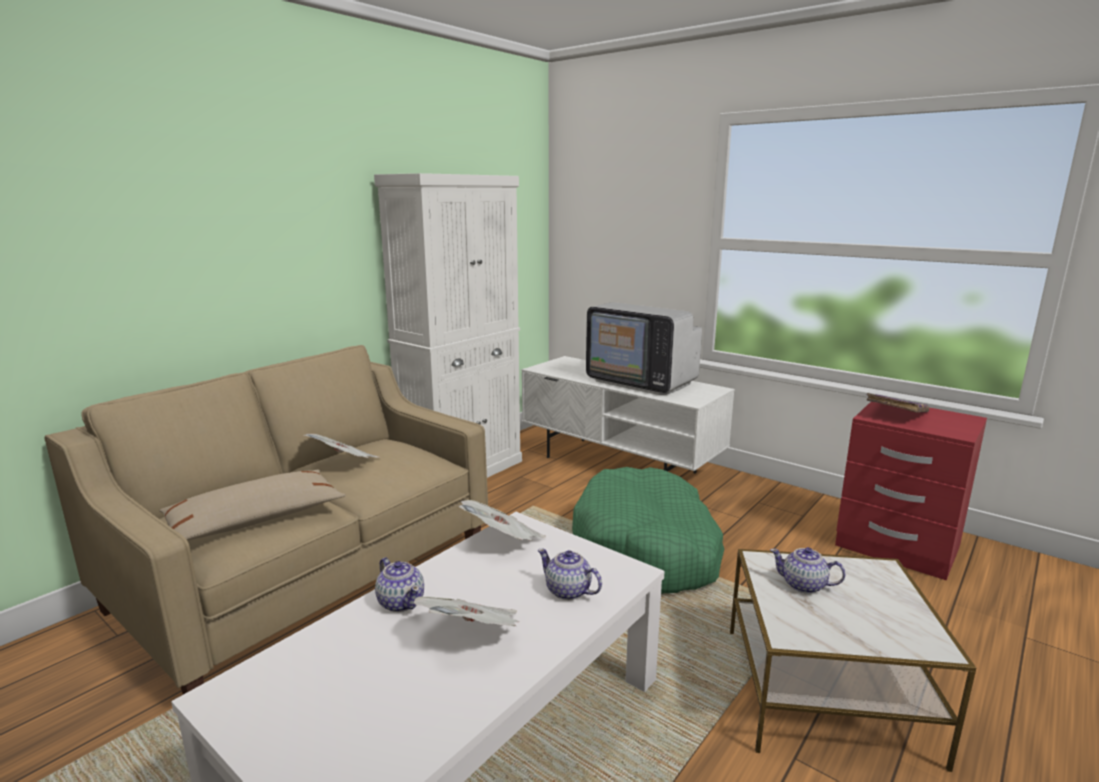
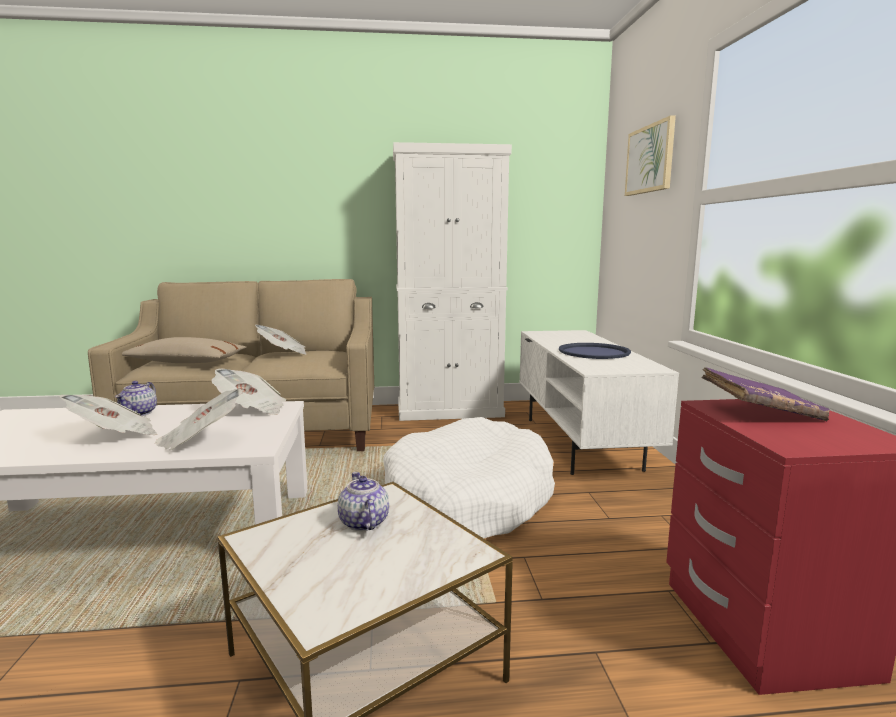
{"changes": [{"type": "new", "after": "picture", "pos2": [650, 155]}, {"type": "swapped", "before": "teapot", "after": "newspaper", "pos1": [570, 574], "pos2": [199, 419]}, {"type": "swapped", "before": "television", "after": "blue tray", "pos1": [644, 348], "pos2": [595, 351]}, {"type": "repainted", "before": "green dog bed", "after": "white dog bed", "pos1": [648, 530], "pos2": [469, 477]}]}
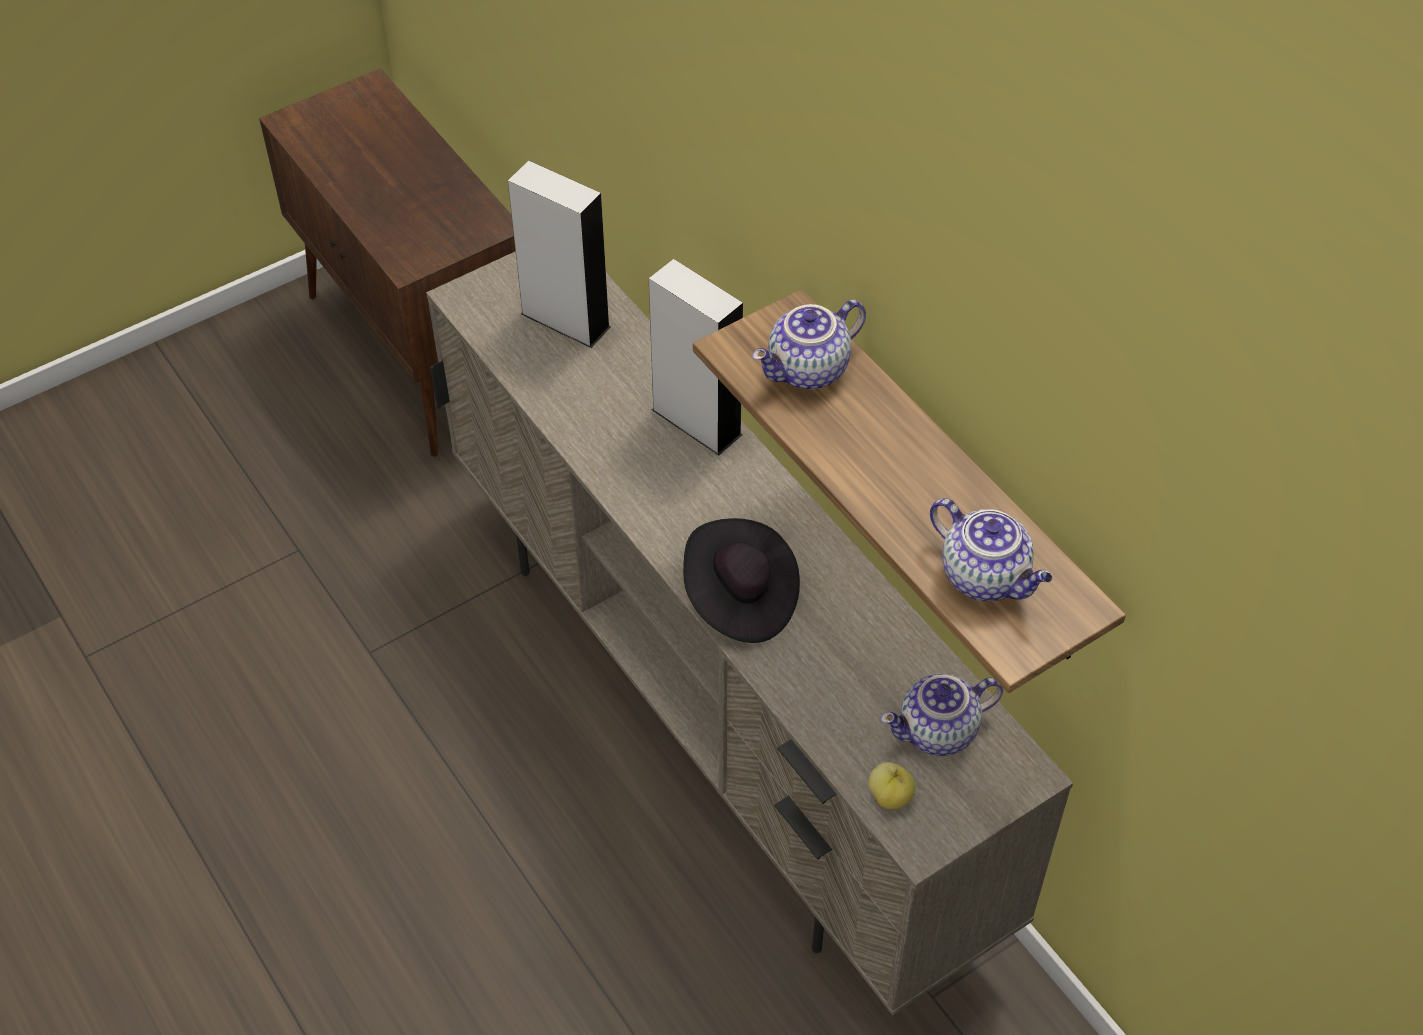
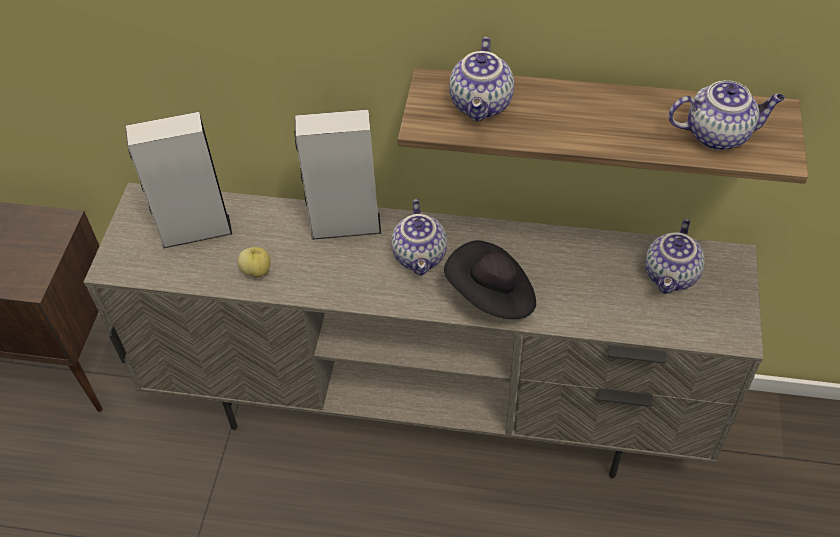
{"changes": [{"type": "new", "after": "teapot", "pos2": [419, 237]}, {"type": "shifted", "before": "apple", "pos1": [892, 786], "pos2": [254, 262]}]}
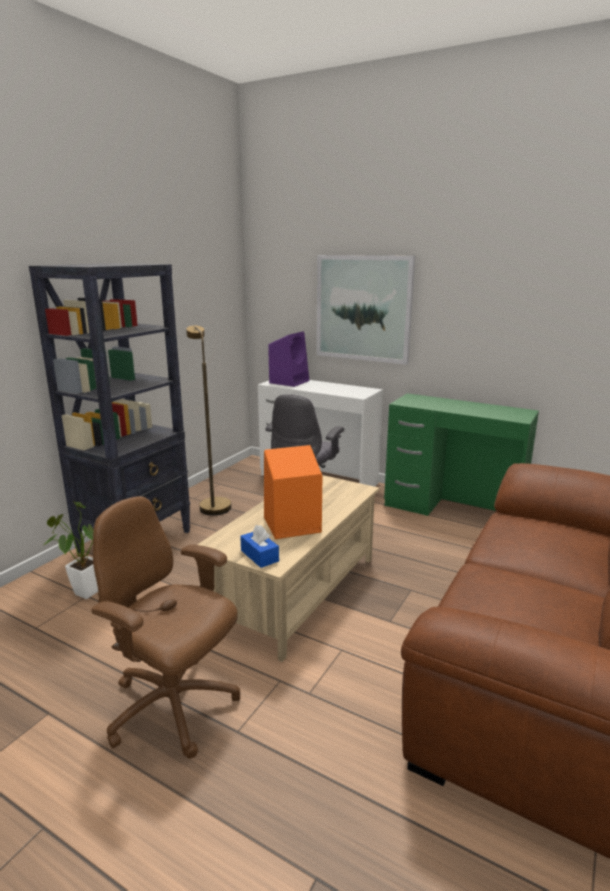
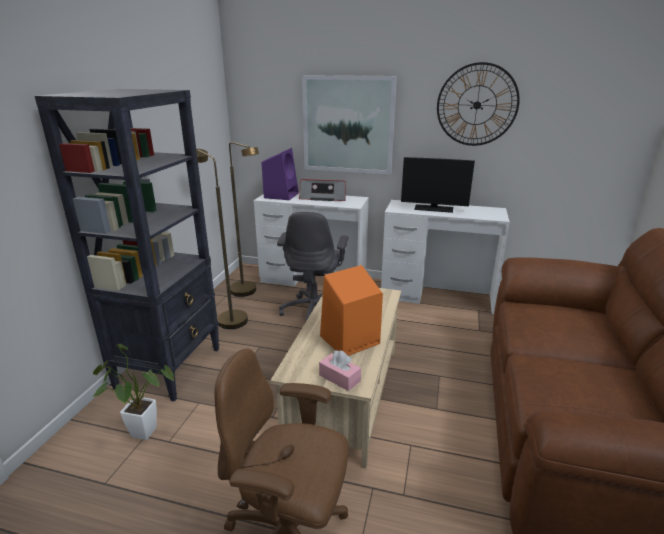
{"changes": [{"type": "new", "after": "brown floor lamp", "pos2": [244, 219]}, {"type": "new", "after": "radio", "pos2": [322, 190]}, {"type": "new", "after": "monitor", "pos2": [438, 185]}, {"type": "new", "after": "wall clock", "pos2": [478, 104]}, {"type": "repainted", "before": "blue tissue box", "after": "pink tissue box", "pos1": [259, 546], "pos2": [340, 370]}, {"type": "repainted", "before": "green desk", "after": "white desk", "pos1": [461, 454], "pos2": [445, 257]}]}
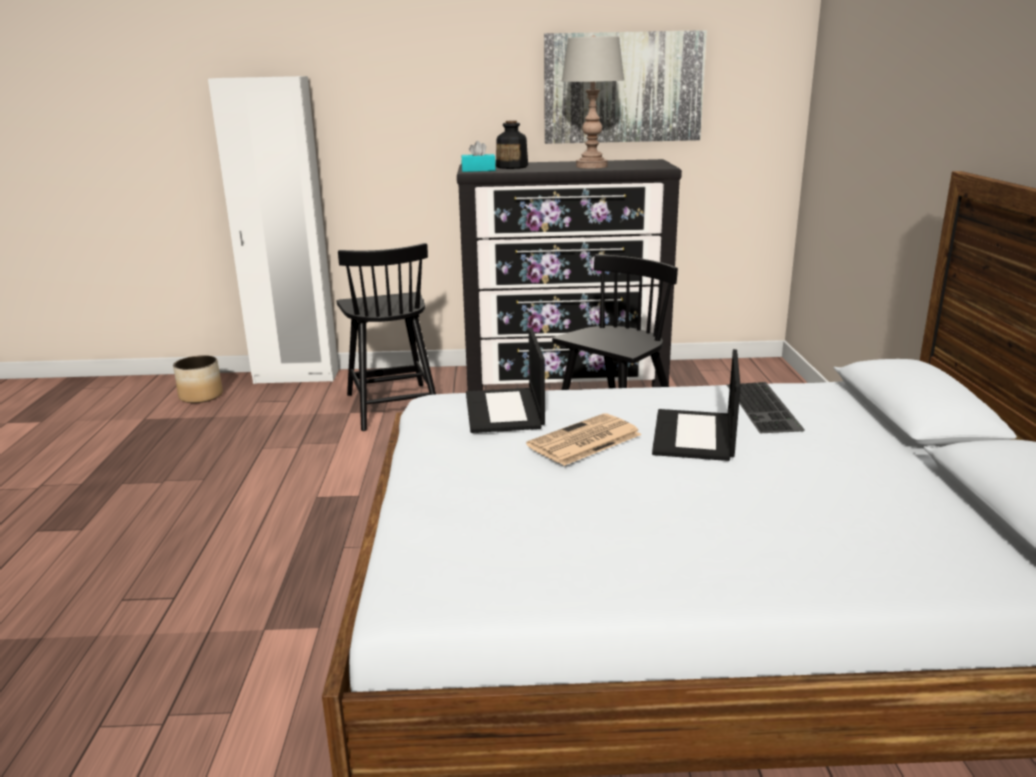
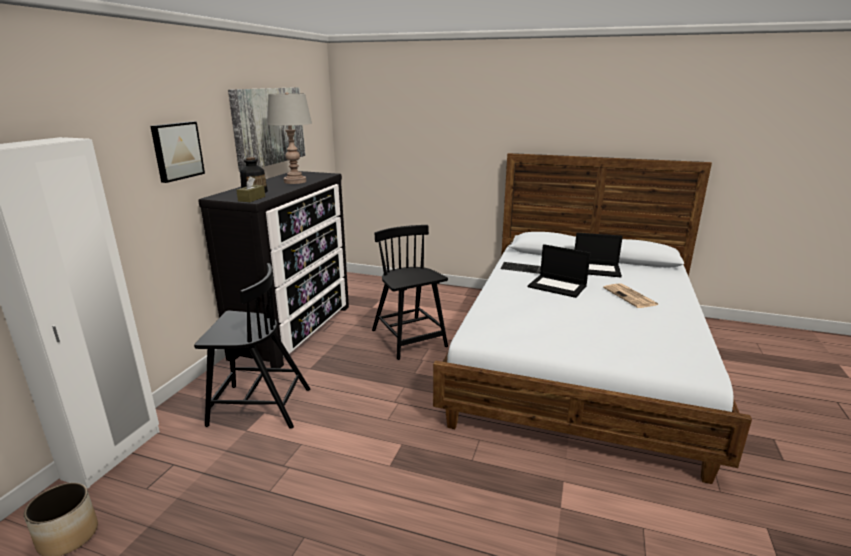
{"changes": [{"type": "new", "after": "picture", "pos2": [177, 152]}, {"type": "shifted", "before": "laptop", "pos1": [505, 380], "pos2": [599, 255]}, {"type": "shifted", "before": "newspaper", "pos1": [584, 439], "pos2": [631, 295]}, {"type": "repainted", "before": "turquoise tissue box", "after": "brown tissue box", "pos1": [478, 156], "pos2": [250, 189]}]}
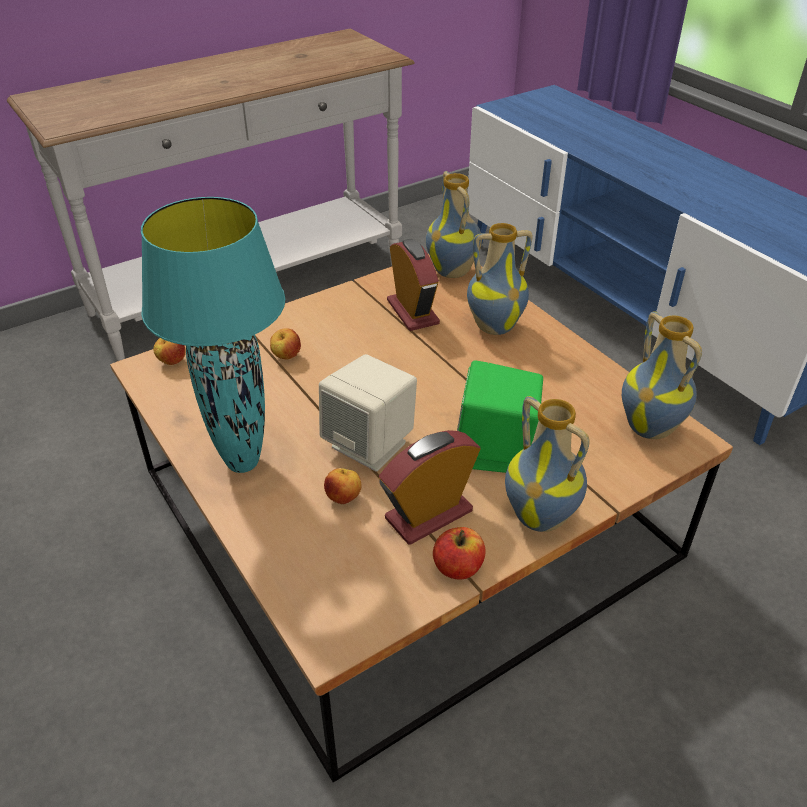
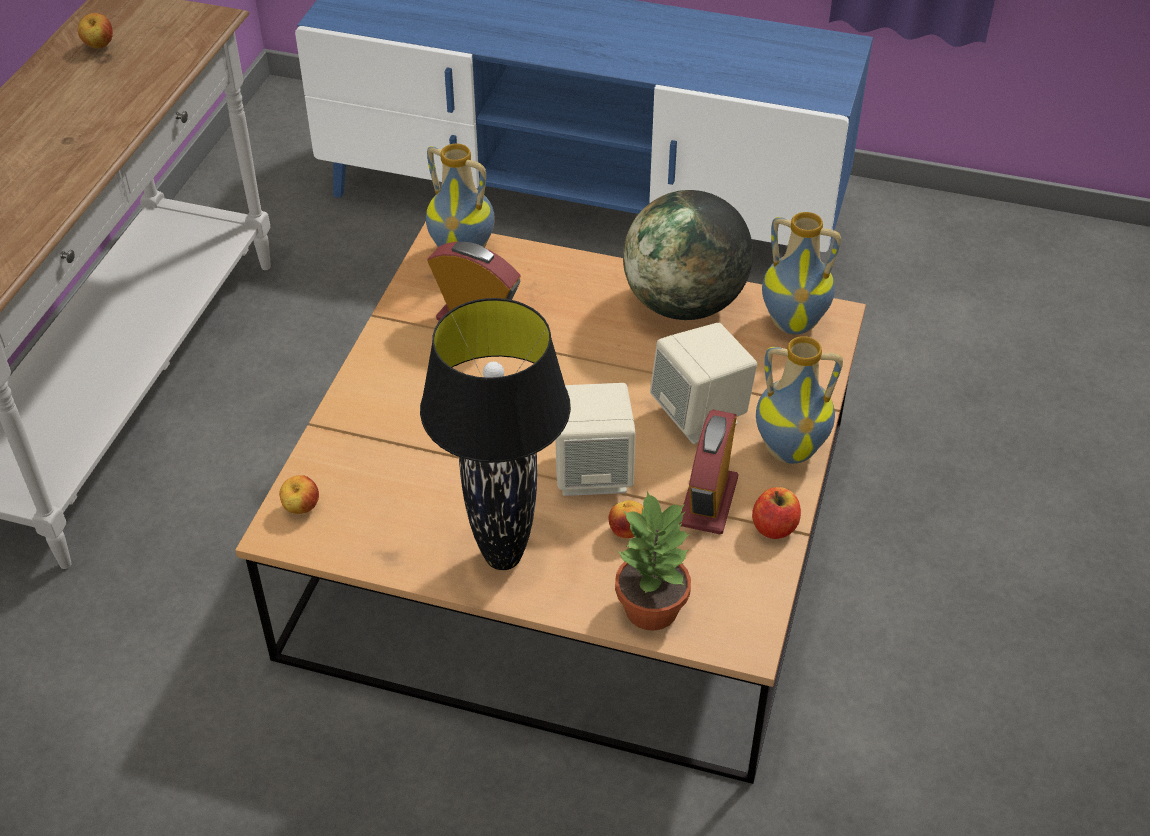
{"changes": [{"type": "gone", "before": "vase", "pos1": [500, 279]}, {"type": "new", "after": "potted plant", "pos2": [653, 561]}, {"type": "new", "after": "globe", "pos2": [688, 255]}, {"type": "shifted", "before": "apple", "pos1": [285, 343], "pos2": [95, 30]}, {"type": "repainted", "before": "turquoise table lamp", "after": "black table lamp", "pos1": [213, 335], "pos2": [495, 434]}, {"type": "repainted", "before": "green speaker", "after": "beige speaker", "pos1": [500, 416], "pos2": [703, 383]}]}
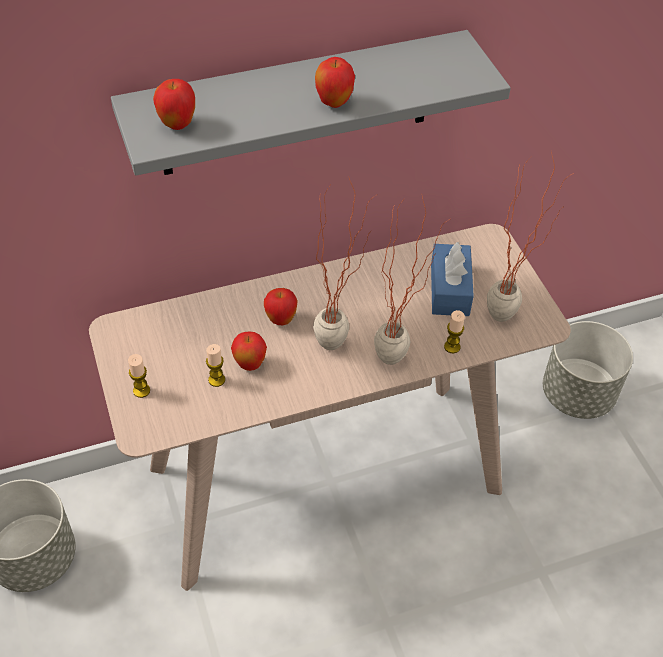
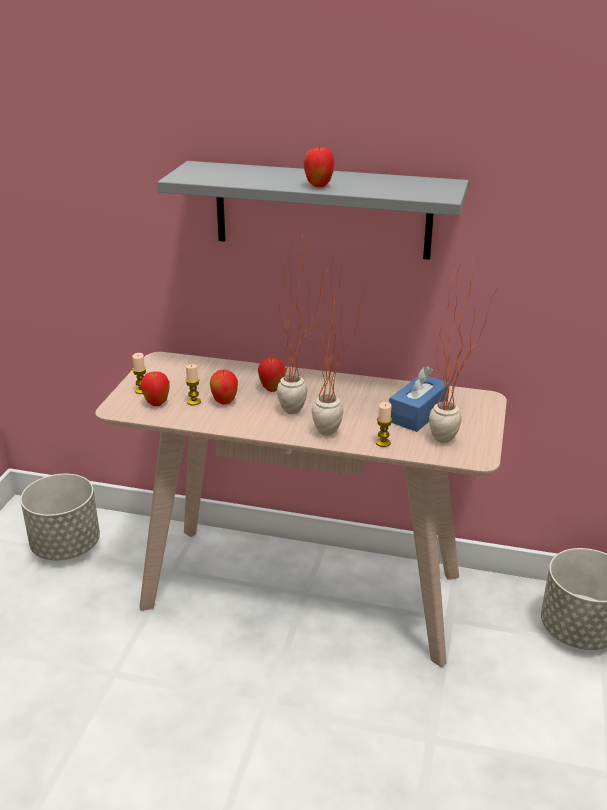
{"changes": [{"type": "shifted", "before": "apple", "pos1": [174, 104], "pos2": [155, 388]}]}
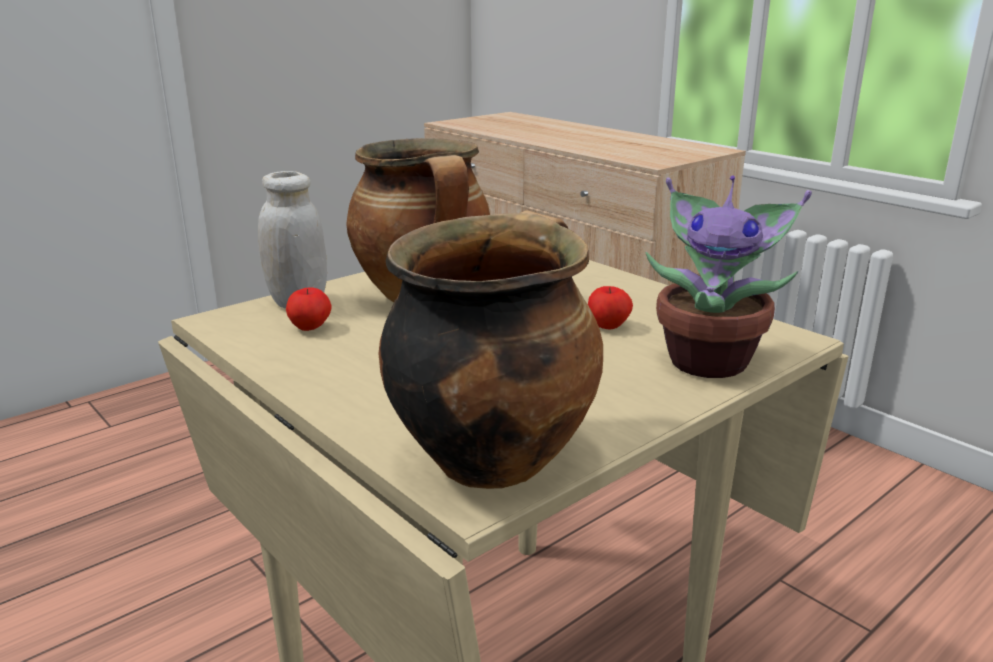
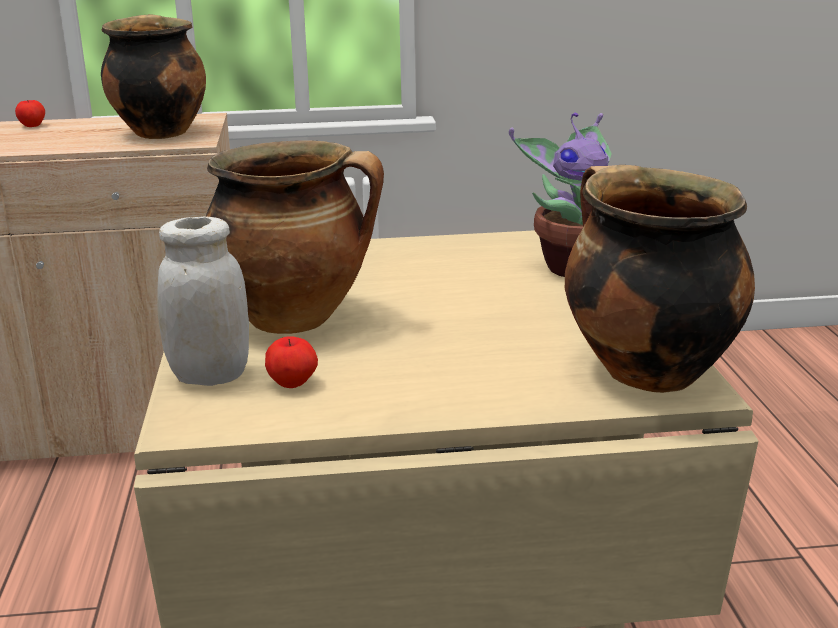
{"changes": [{"type": "new", "after": "cooking pot", "pos2": [153, 76]}, {"type": "shifted", "before": "apple", "pos1": [610, 307], "pos2": [30, 113]}]}
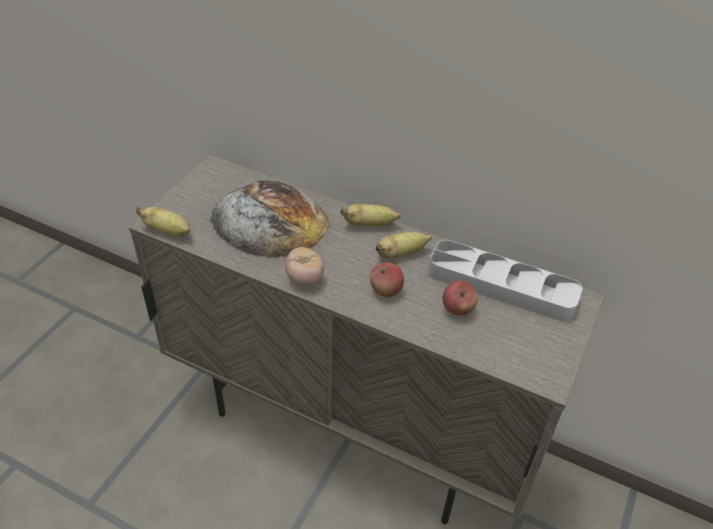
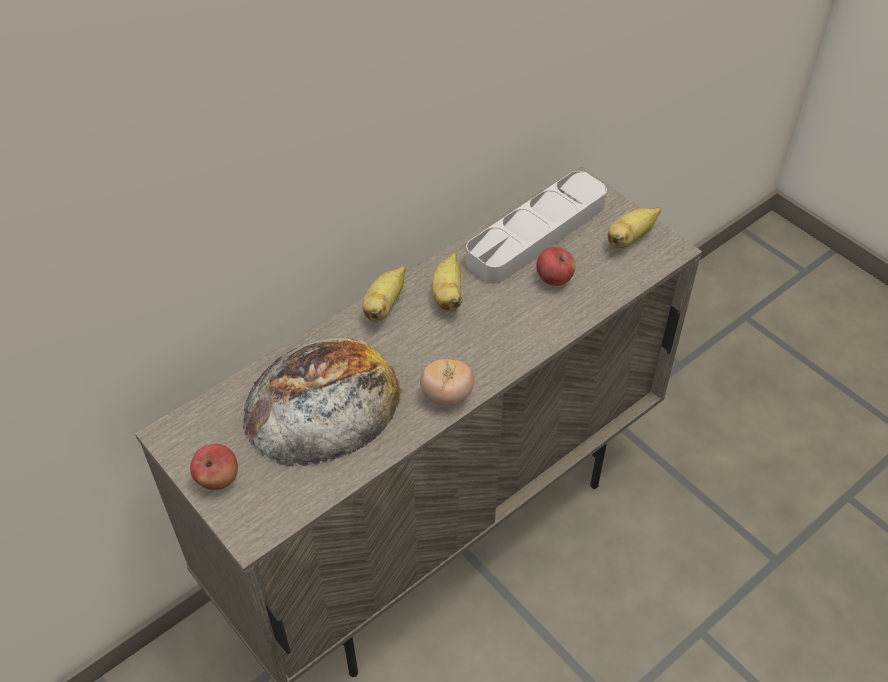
{"changes": [{"type": "shifted", "before": "banana", "pos1": [163, 221], "pos2": [634, 227]}, {"type": "shifted", "before": "apple", "pos1": [387, 279], "pos2": [214, 467]}]}
